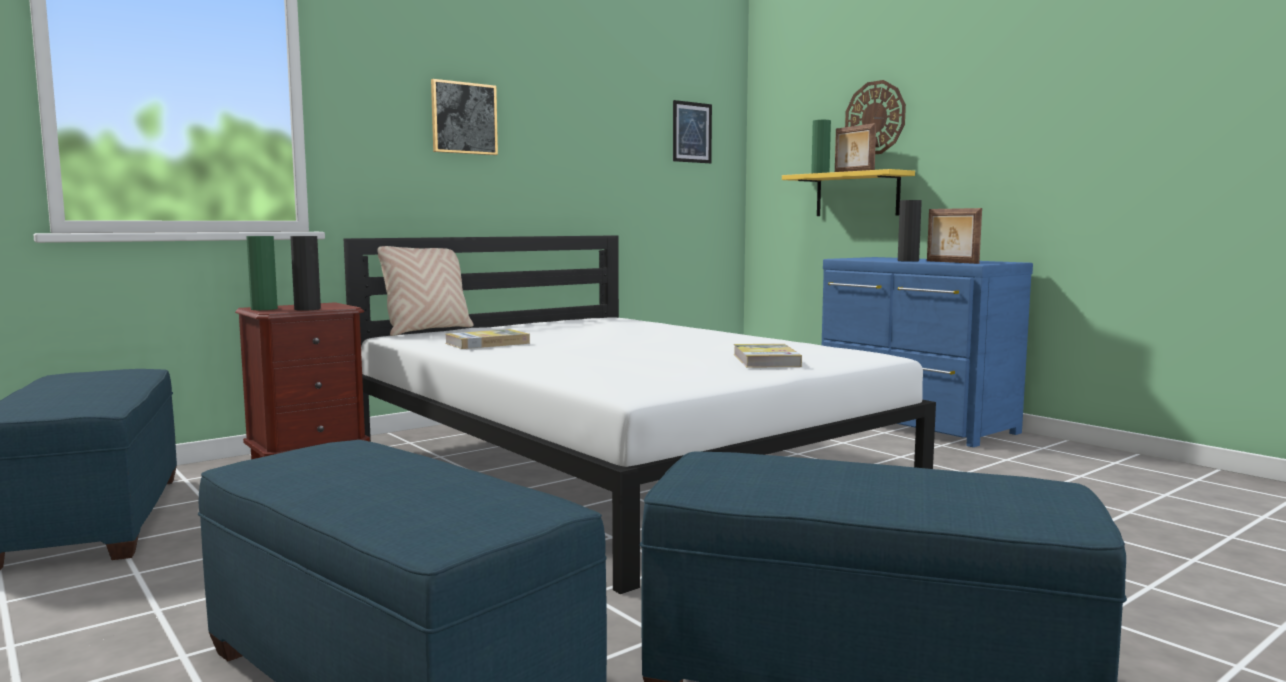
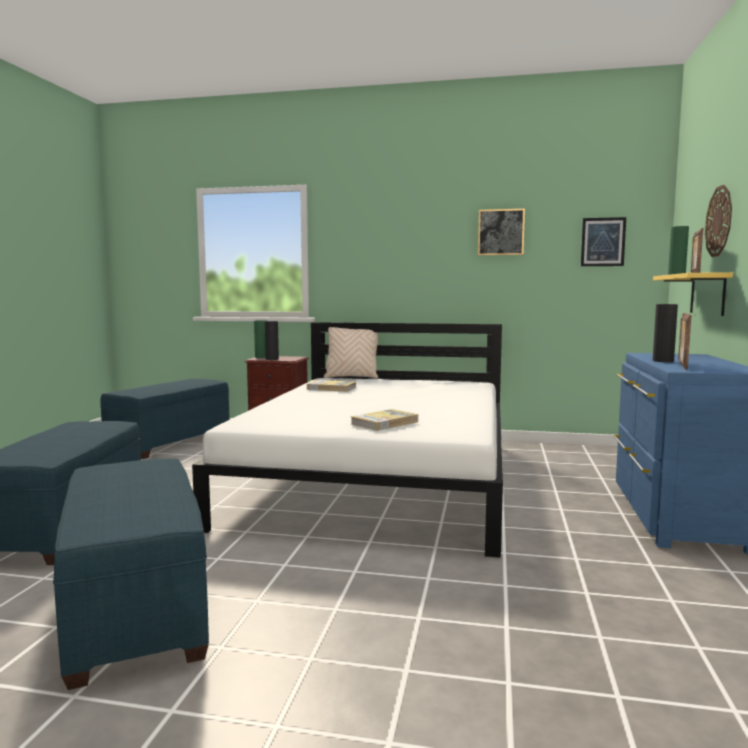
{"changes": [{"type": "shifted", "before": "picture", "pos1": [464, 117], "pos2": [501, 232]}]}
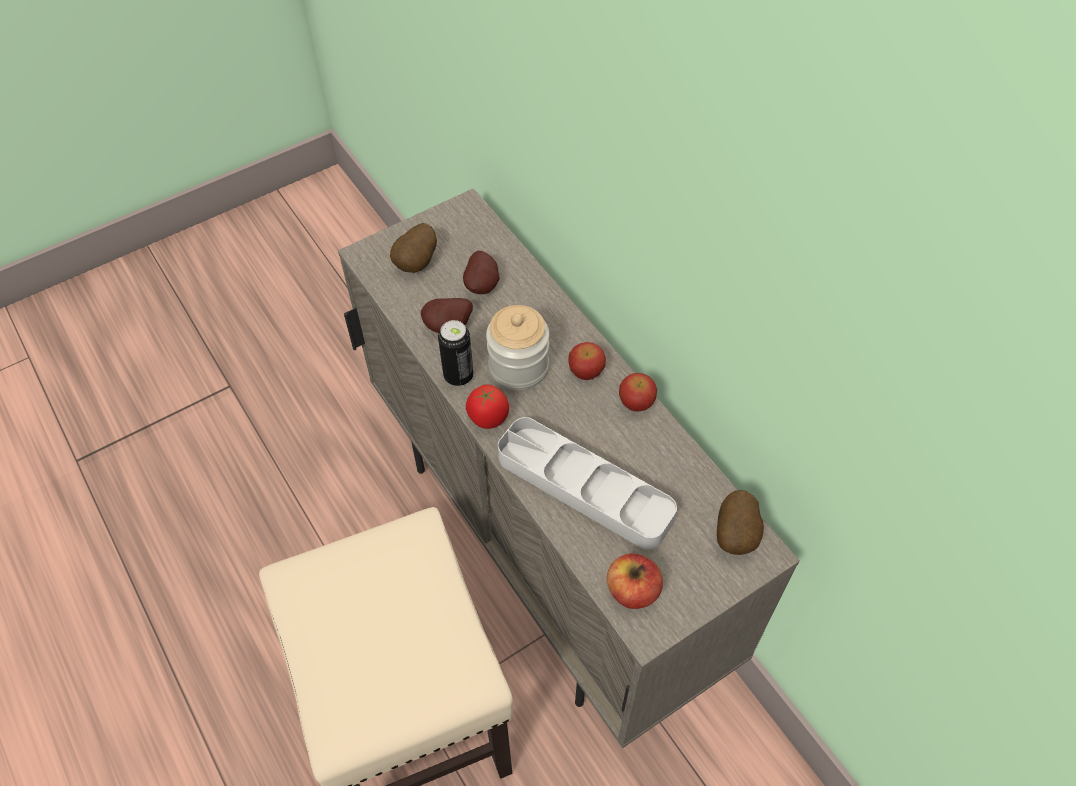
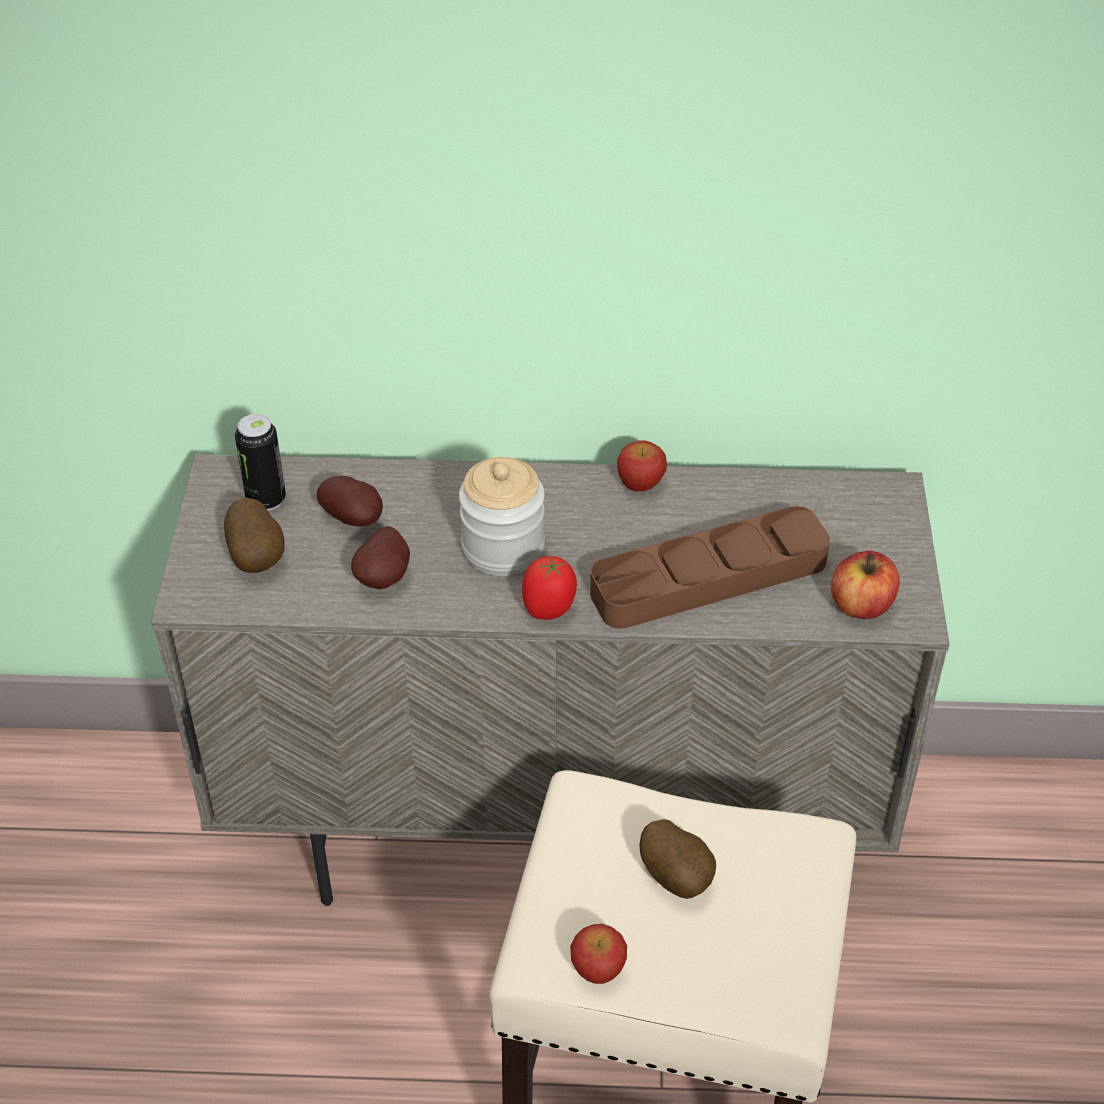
{"changes": [{"type": "shifted", "before": "can", "pos1": [456, 353], "pos2": [260, 462]}, {"type": "shifted", "before": "apple", "pos1": [587, 361], "pos2": [598, 954]}, {"type": "shifted", "before": "potato", "pos1": [740, 522], "pos2": [677, 859]}, {"type": "repainted", "before": "grey tray", "after": "brown tray", "pos1": [587, 483], "pos2": [710, 567]}]}
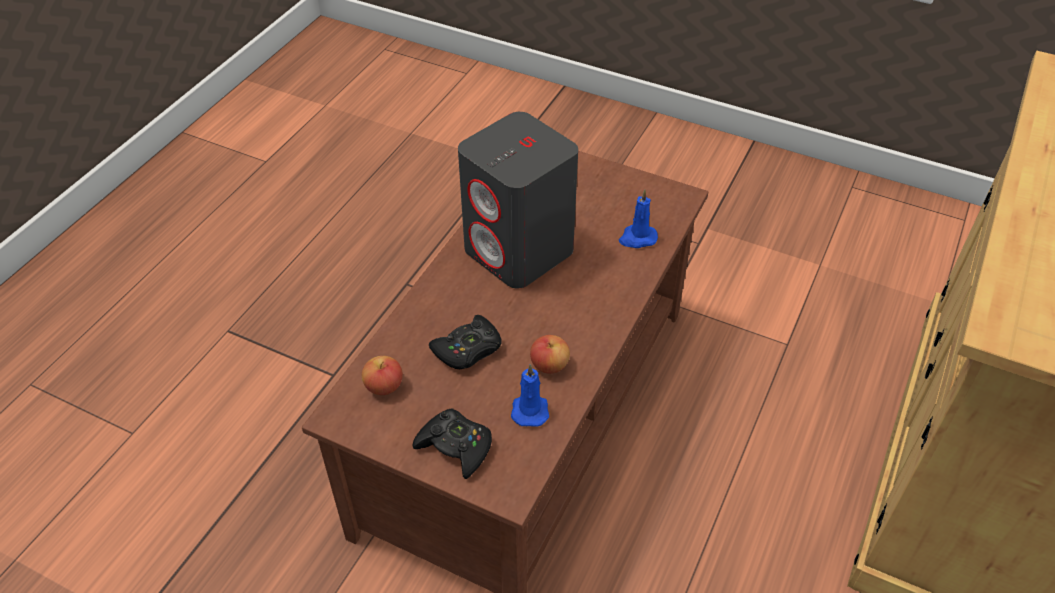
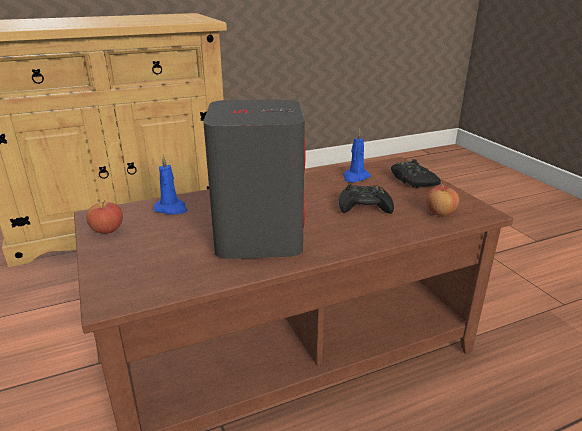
{"changes": [{"type": "shifted", "before": "apple", "pos1": [550, 354], "pos2": [104, 217]}]}
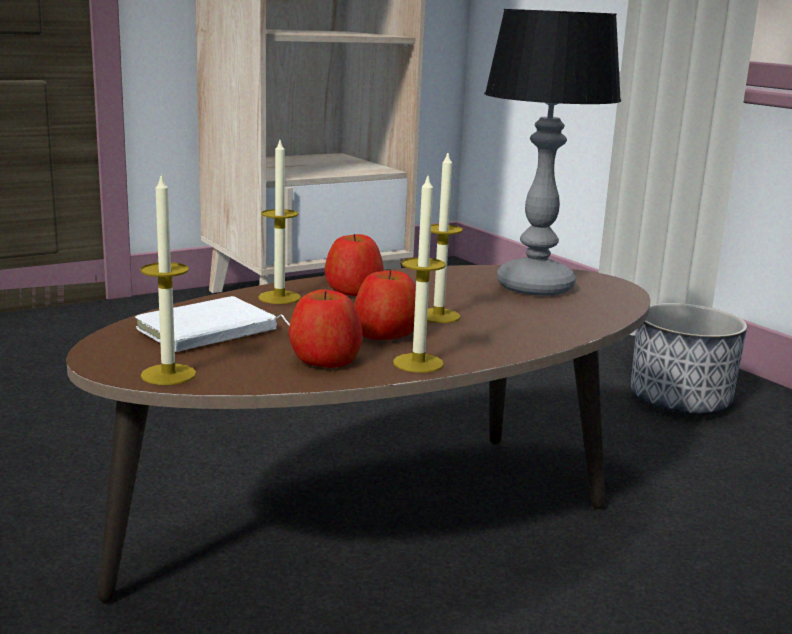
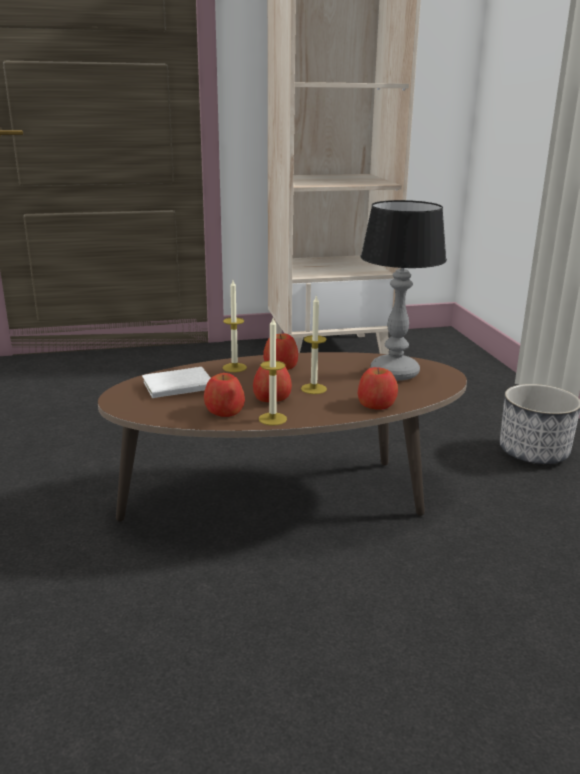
{"changes": [{"type": "gone", "before": "candle", "pos1": [168, 279]}, {"type": "new", "after": "apple", "pos2": [378, 388]}]}
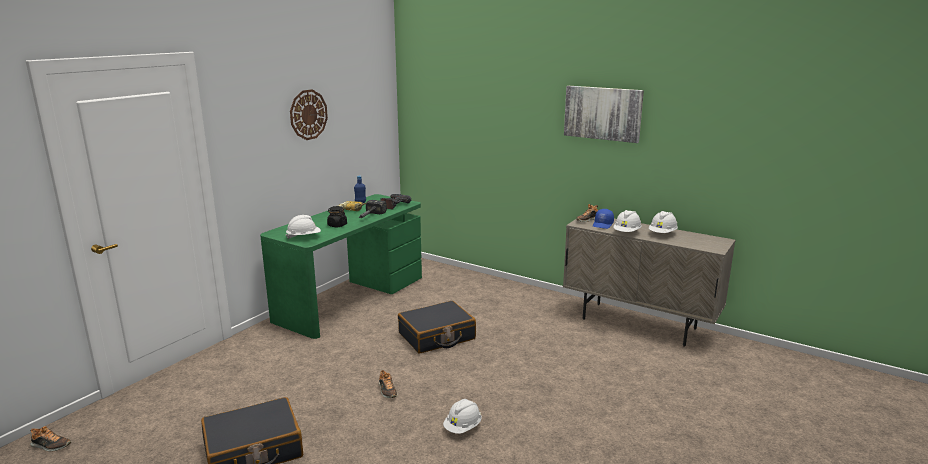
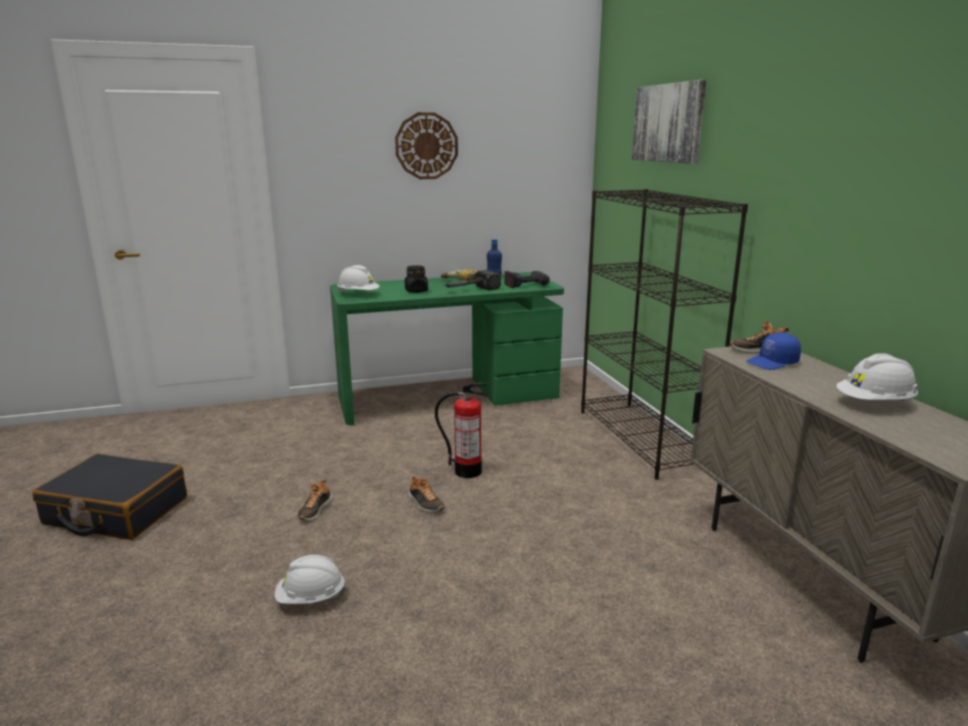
{"changes": [{"type": "gone", "before": "white hard hat", "pos1": [627, 221]}, {"type": "new", "after": "black bookcase", "pos2": [664, 334]}, {"type": "shifted", "before": "shoe", "pos1": [50, 439], "pos2": [426, 494]}, {"type": "shifted", "before": "picture", "pos1": [604, 114], "pos2": [669, 122]}, {"type": "swapped", "before": "black suitcase", "after": "fire extinguisher", "pos1": [437, 327], "pos2": [461, 430]}]}
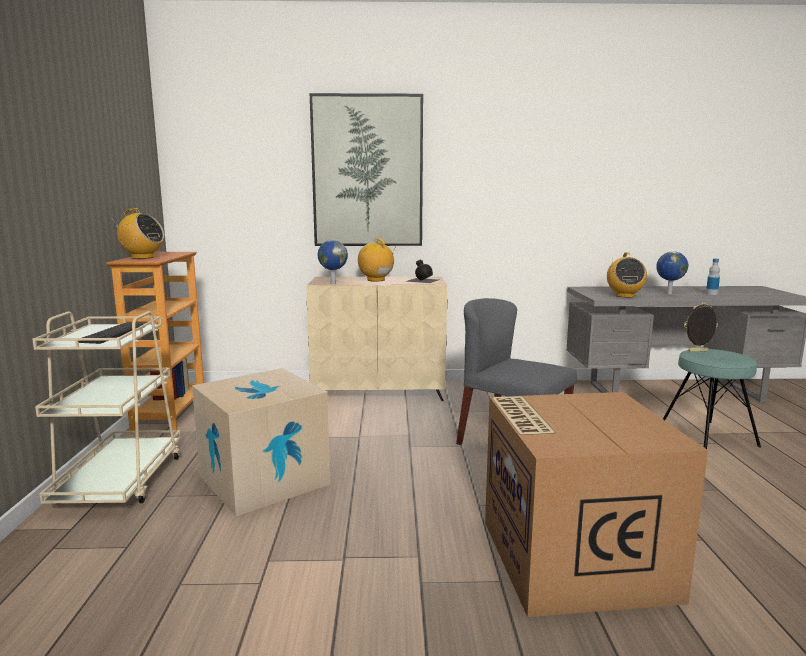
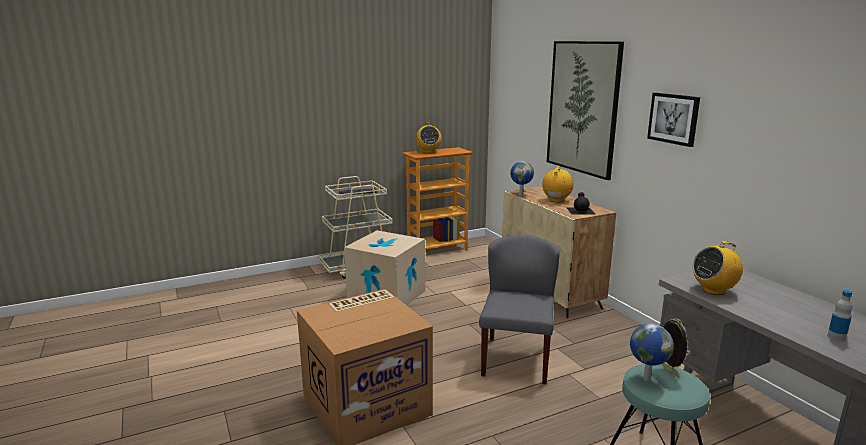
{"changes": [{"type": "new", "after": "picture", "pos2": [673, 120]}, {"type": "shifted", "before": "globe", "pos1": [672, 272], "pos2": [652, 352]}]}
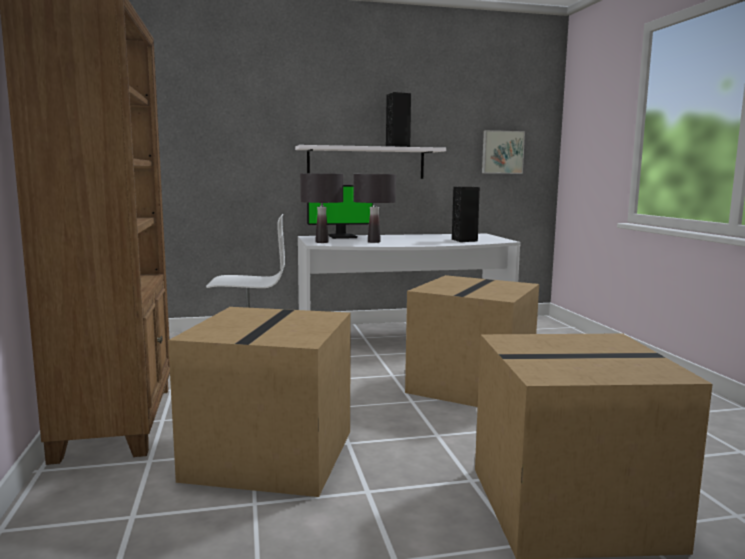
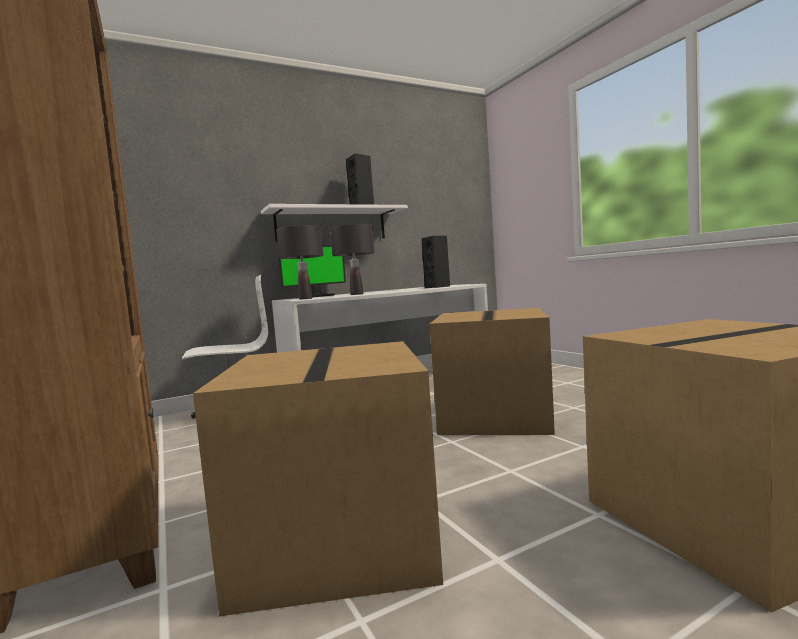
{"changes": [{"type": "gone", "before": "picture", "pos1": [503, 152]}]}
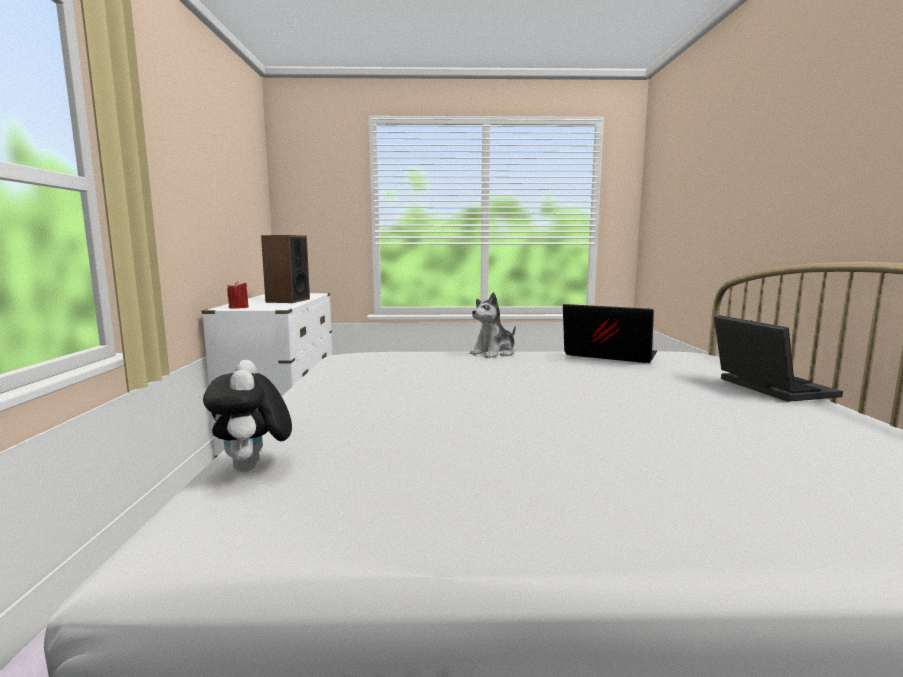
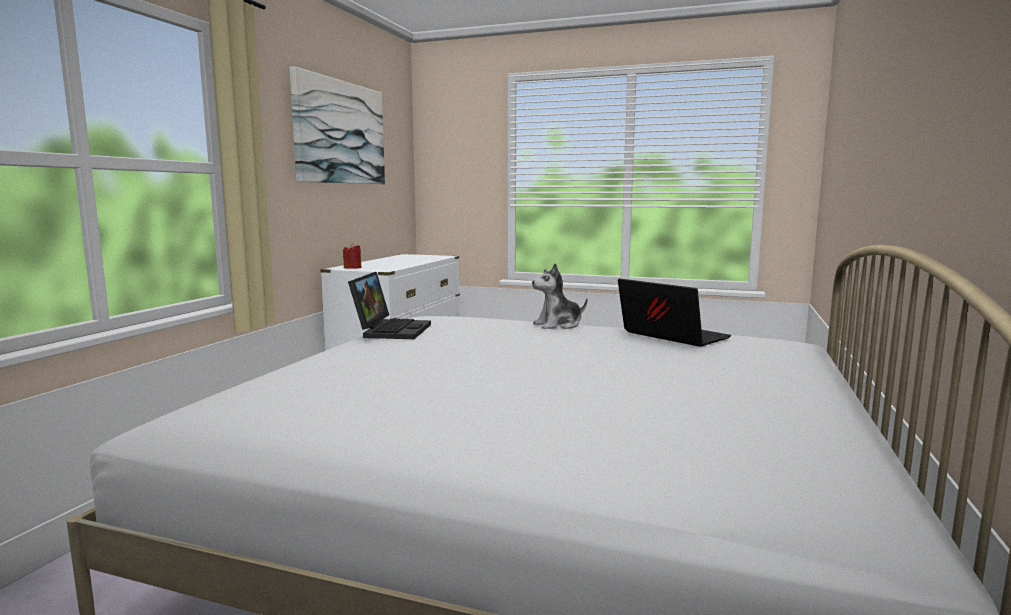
{"changes": [{"type": "gone", "before": "plush toy", "pos1": [247, 416]}, {"type": "gone", "before": "speaker", "pos1": [285, 269]}, {"type": "new", "after": "picture", "pos2": [337, 125]}, {"type": "shifted", "before": "laptop", "pos1": [778, 358], "pos2": [389, 305]}]}
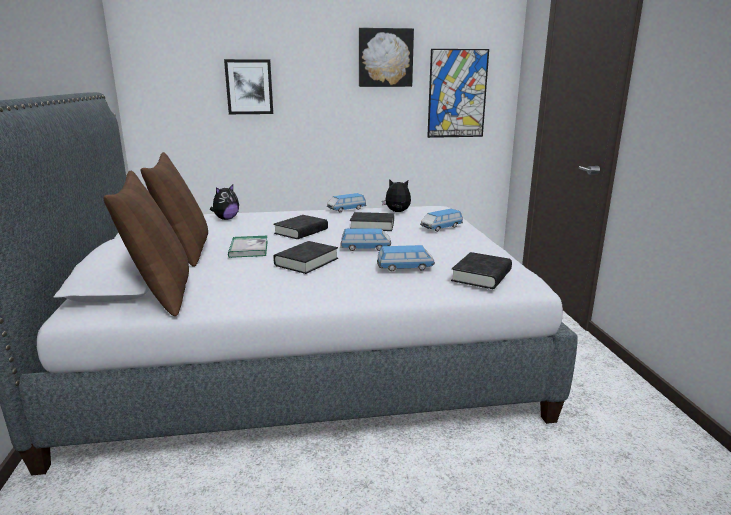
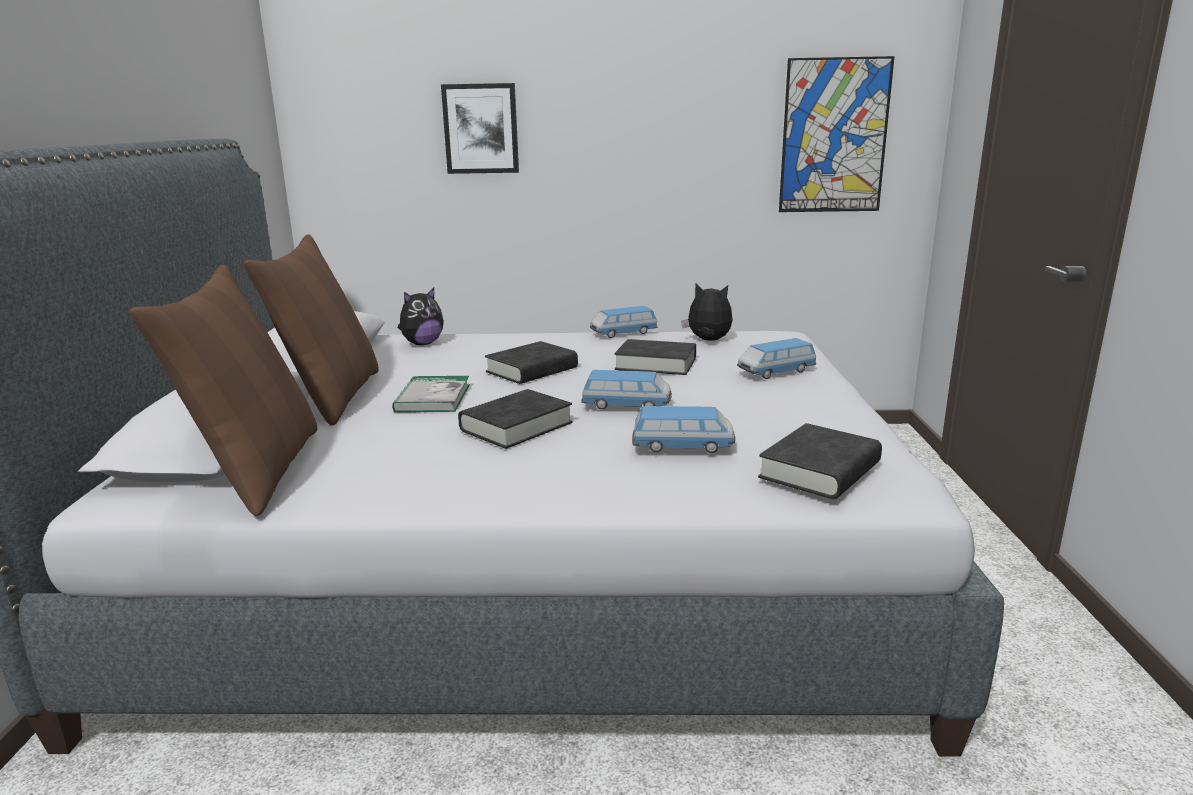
{"changes": [{"type": "gone", "before": "picture", "pos1": [386, 57]}]}
